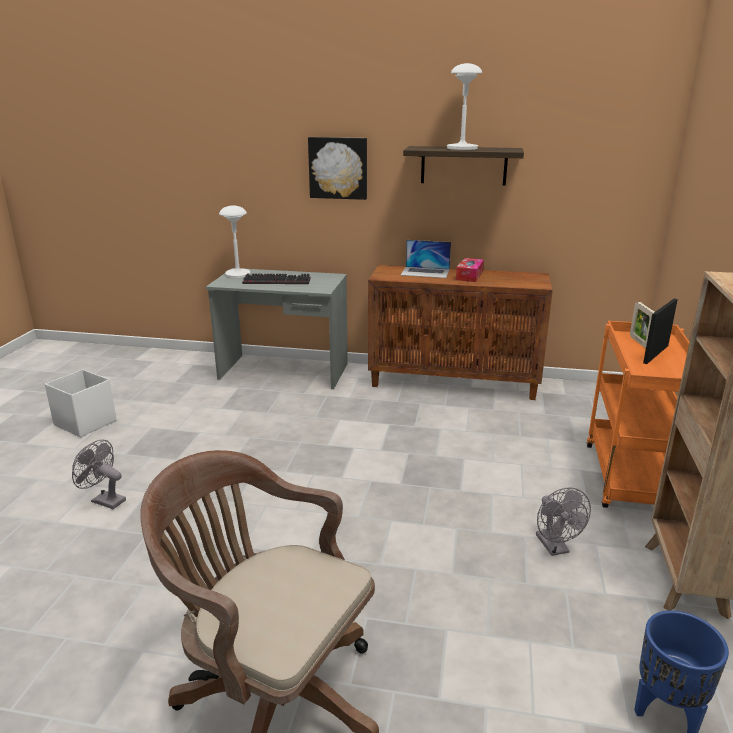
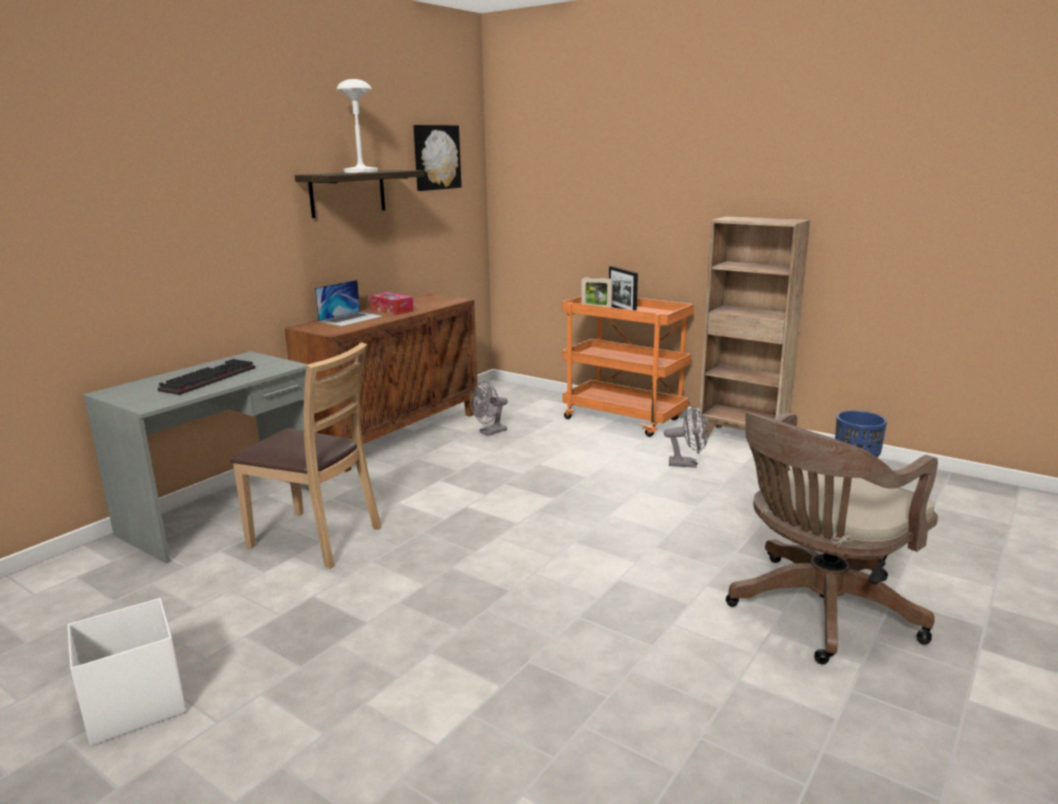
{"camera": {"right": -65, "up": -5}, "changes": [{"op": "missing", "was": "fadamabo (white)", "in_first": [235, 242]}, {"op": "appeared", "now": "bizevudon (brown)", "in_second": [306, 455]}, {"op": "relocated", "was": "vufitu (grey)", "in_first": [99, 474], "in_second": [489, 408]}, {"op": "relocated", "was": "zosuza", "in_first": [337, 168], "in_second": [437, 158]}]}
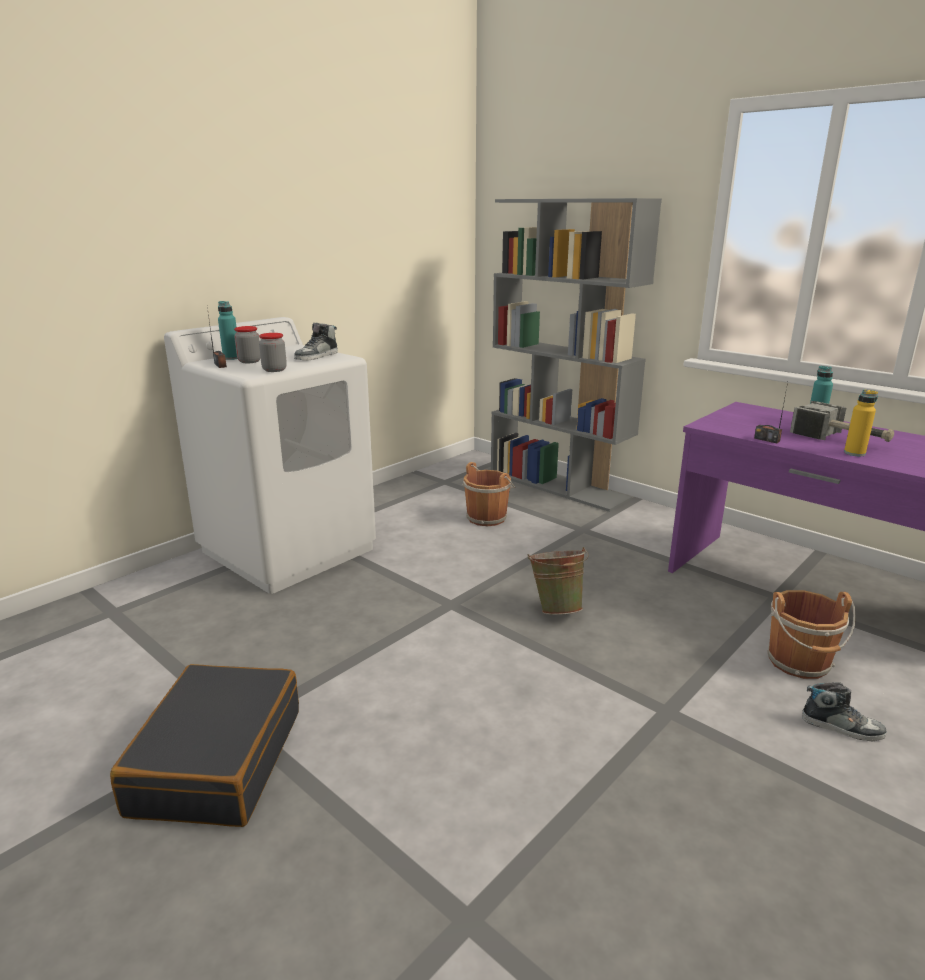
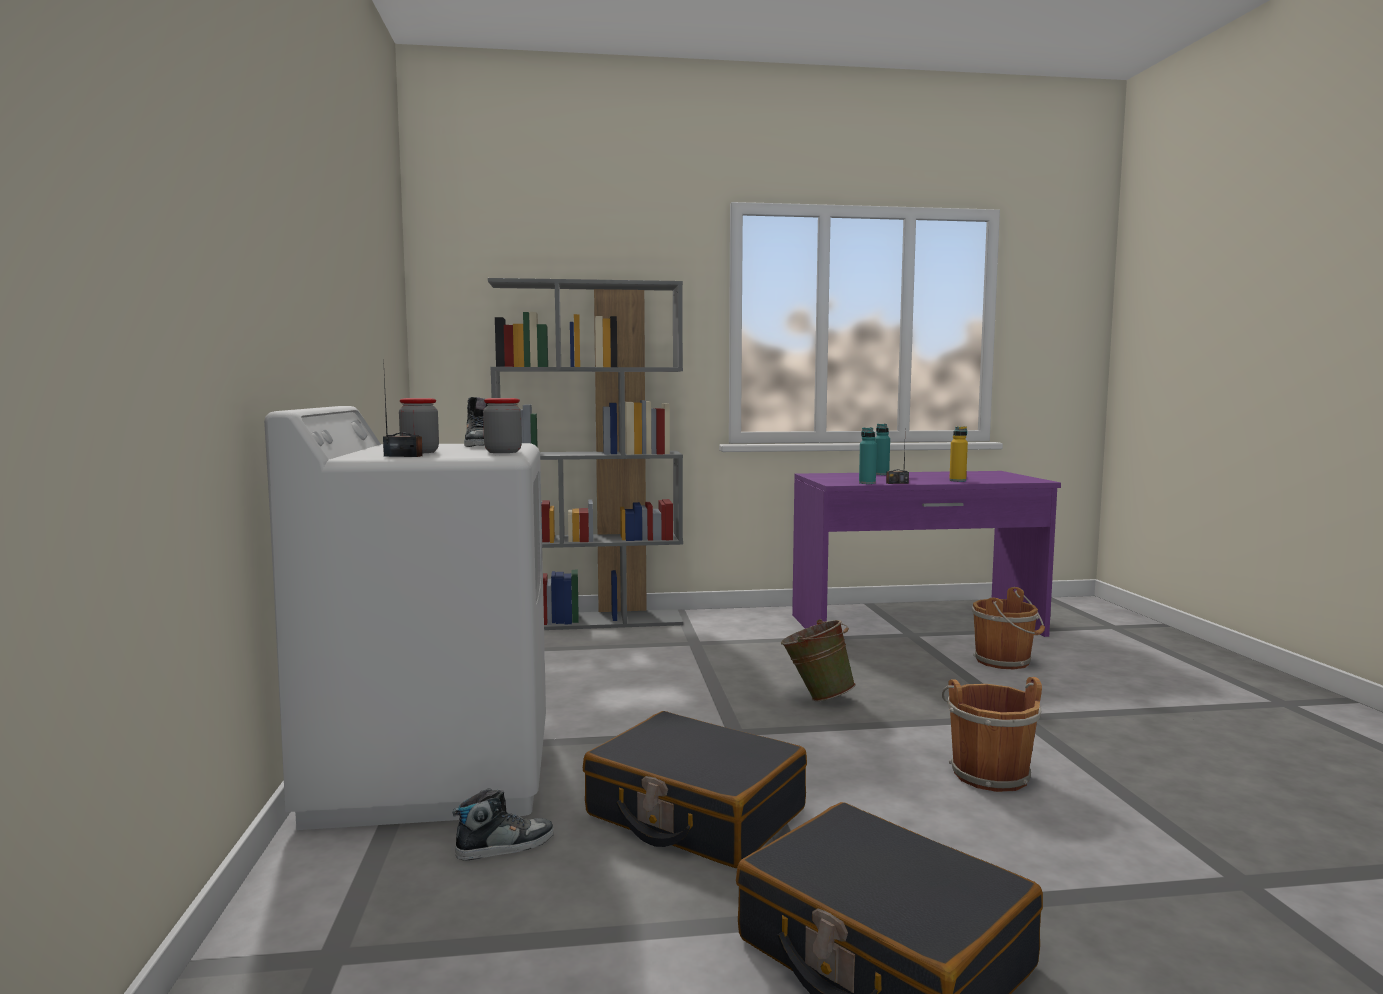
{"camera": {"right": -50, "up": -15}, "changes": [{"op": "missing", "was": "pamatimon", "in_first": [842, 421]}, {"op": "appeared", "now": "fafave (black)", "in_second": [695, 789]}, {"op": "relocated", "was": "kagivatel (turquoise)", "in_first": [228, 330], "in_second": [868, 455]}, {"op": "relocated", "was": "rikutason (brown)", "in_first": [489, 494], "in_second": [992, 734]}, {"op": "relocated", "was": "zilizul", "in_first": [844, 712], "in_second": [503, 824]}]}
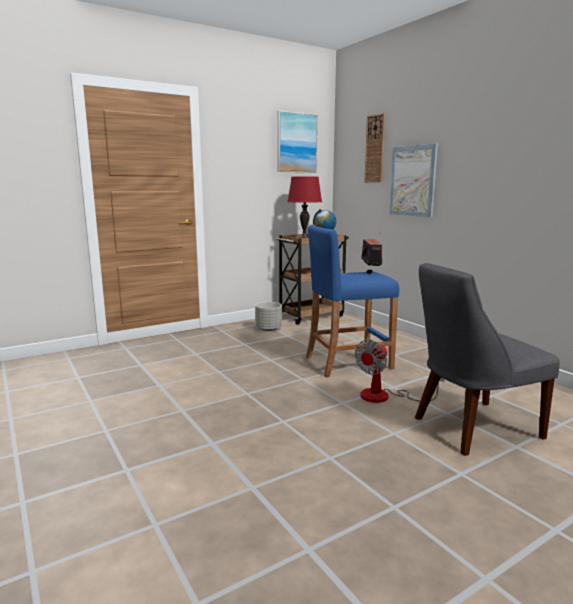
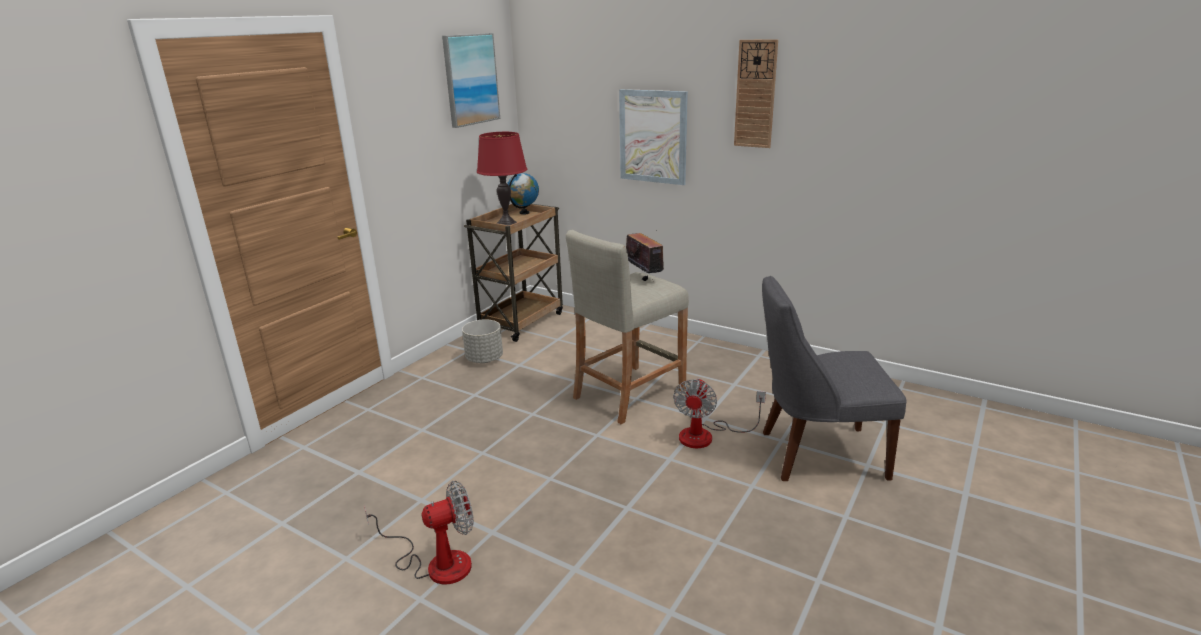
{"camera": {"right": -25, "up": 10}, "changes": [{"op": "appeared", "now": "vufitu", "in_second": [419, 533]}, {"op": "relocated", "was": "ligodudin", "in_first": [374, 148], "in_second": [756, 93]}, {"op": "colour", "was": "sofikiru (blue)", "now": "sofikiru (beige)", "in_first": [352, 301], "in_second": [627, 327]}, {"op": "spun", "was": "bizevudon (grey)", "in_first": [487, 359], "in_second": [834, 378], "clockwise": 45}]}
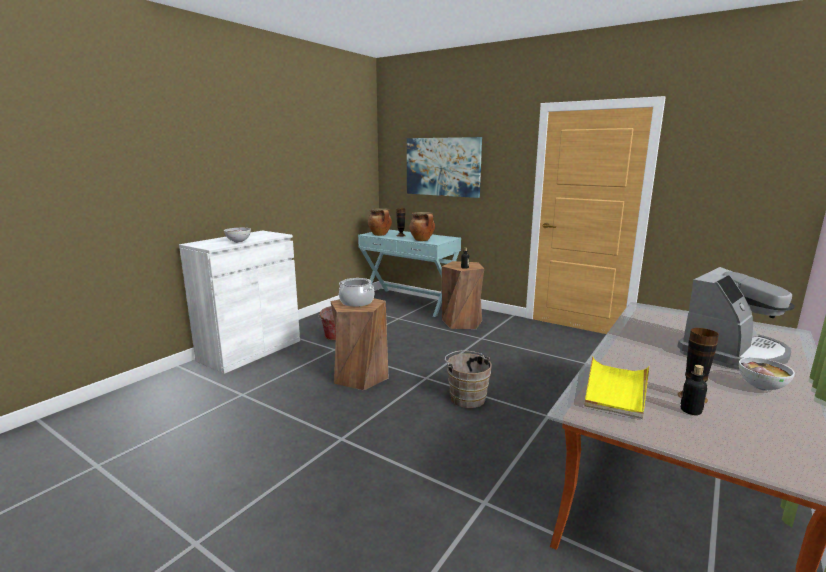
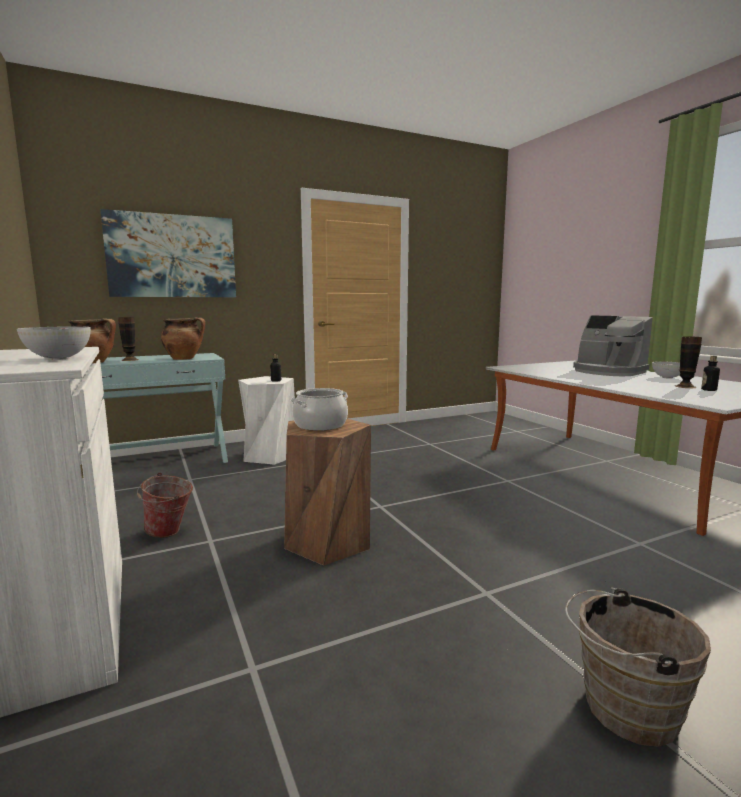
{"camera": {"right": -60, "up": -5}, "changes": [{"op": "missing", "was": "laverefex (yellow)", "in_first": [617, 387]}, {"op": "relocated", "was": "rikutason (brown)", "in_first": [468, 379], "in_second": [638, 667]}, {"op": "colour", "was": "sofikiru (brown)", "now": "sofikiru (white)", "in_first": [463, 295], "in_second": [266, 420]}, {"op": "spun", "was": "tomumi", "in_first": [736, 318], "in_second": [613, 345], "clockwise": 150}]}
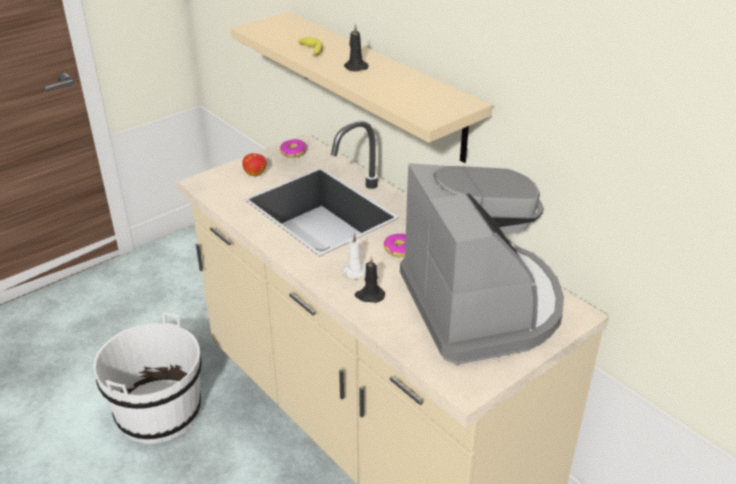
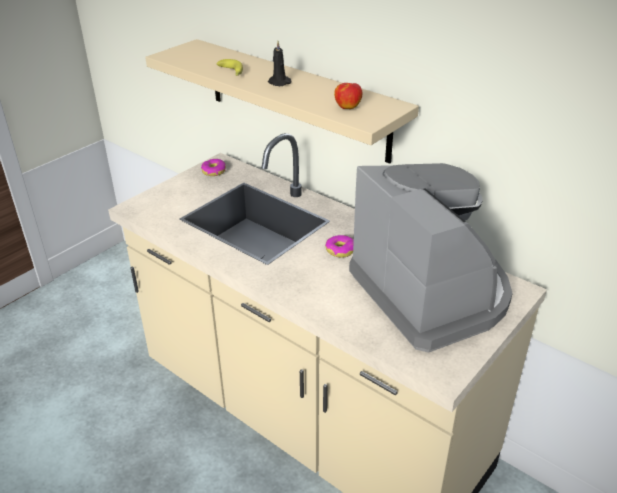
{"camera": {"right": -10, "up": 0}, "changes": [{"op": "missing", "was": "rikutason (white)", "in_first": [147, 378]}, {"op": "missing", "was": "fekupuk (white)", "in_first": [354, 255]}, {"op": "missing", "was": "fekupuk (black)", "in_first": [370, 280]}, {"op": "relocated", "was": "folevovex", "in_first": [254, 164], "in_second": [348, 96]}]}
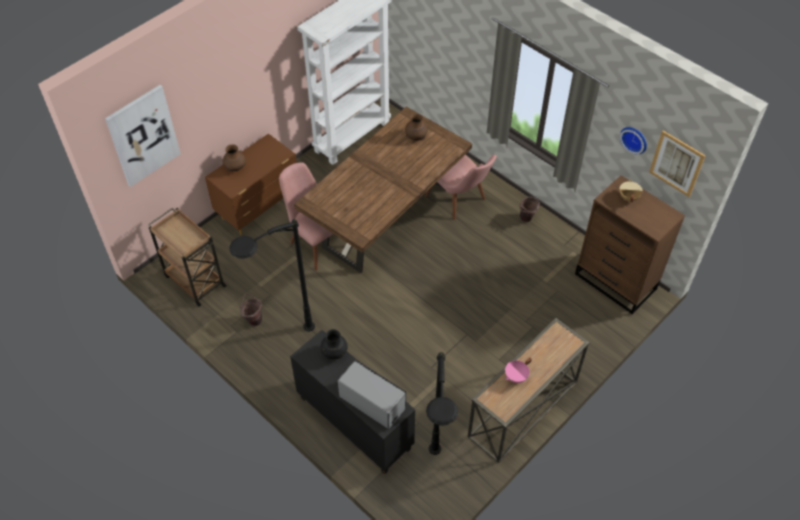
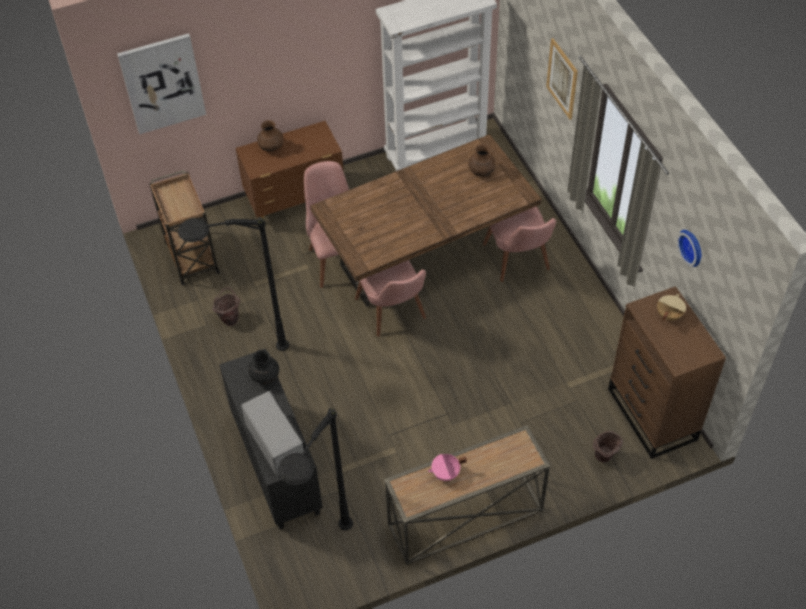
{"camera": {"right": 25, "up": 0}, "changes": [{"op": "appeared", "now": "bizevudon (pink)", "in_second": [390, 298]}, {"op": "relocated", "was": "rikutason (brown)", "in_first": [530, 209], "in_second": [608, 447]}, {"op": "relocated", "was": "zosuza", "in_first": [677, 163], "in_second": [562, 79]}]}
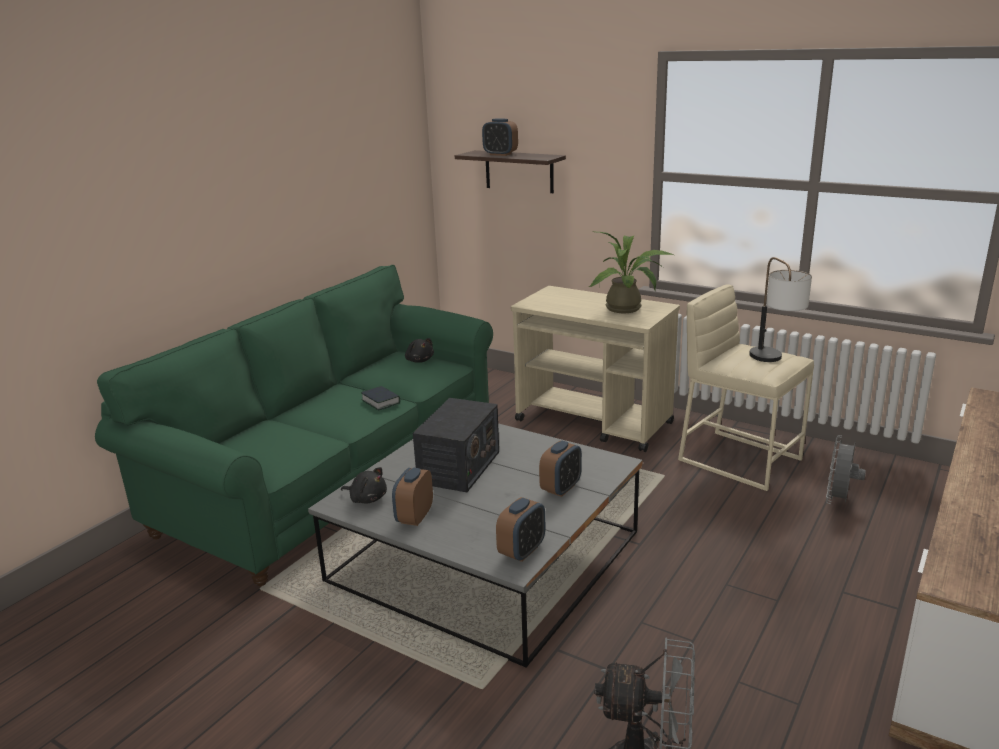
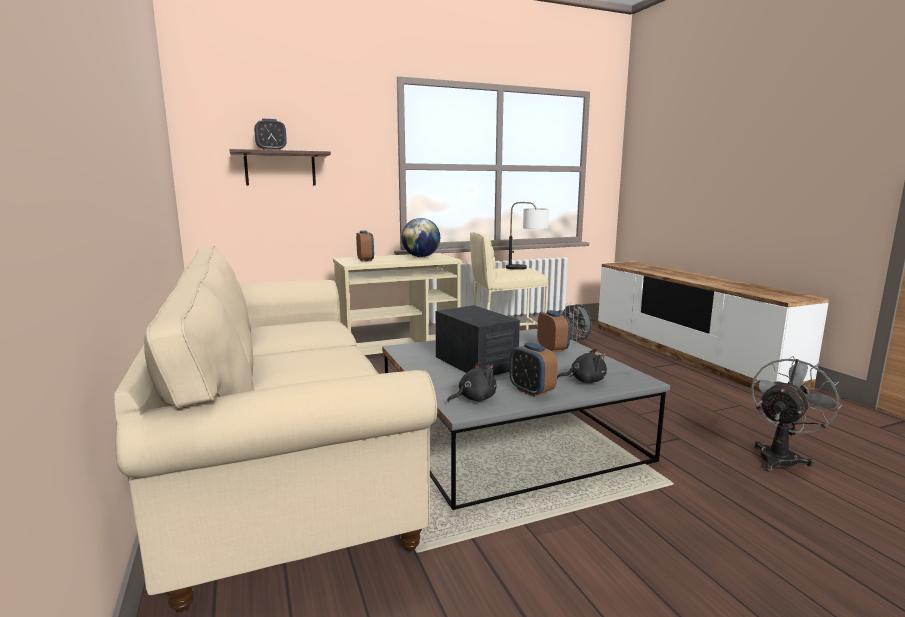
{"camera": {"right": -55, "up": -10}, "changes": [{"op": "missing", "was": "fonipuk", "in_first": [380, 398]}, {"op": "relocated", "was": "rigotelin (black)", "in_first": [419, 350], "in_second": [582, 366]}, {"op": "relocated", "was": "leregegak", "in_first": [520, 529], "in_second": [365, 246]}, {"op": "exchanged", "was": "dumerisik", "now": "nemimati", "in_first": [631, 272], "in_second": [420, 237]}, {"op": "colour", "was": "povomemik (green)", "now": "povomemik (beige)", "in_first": [294, 425], "in_second": [275, 428]}]}
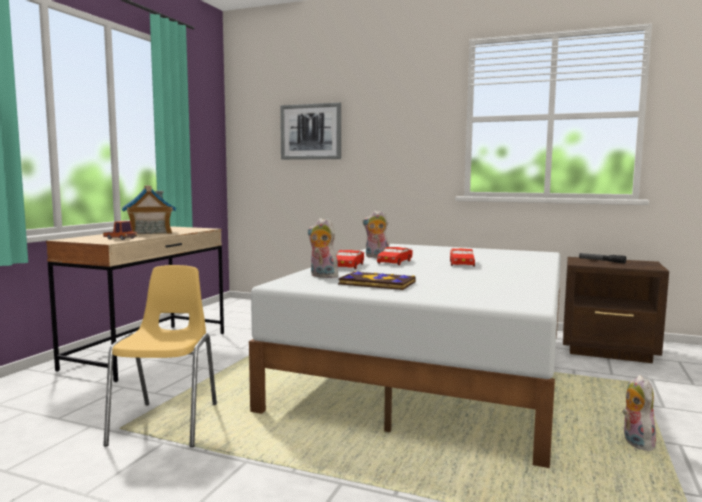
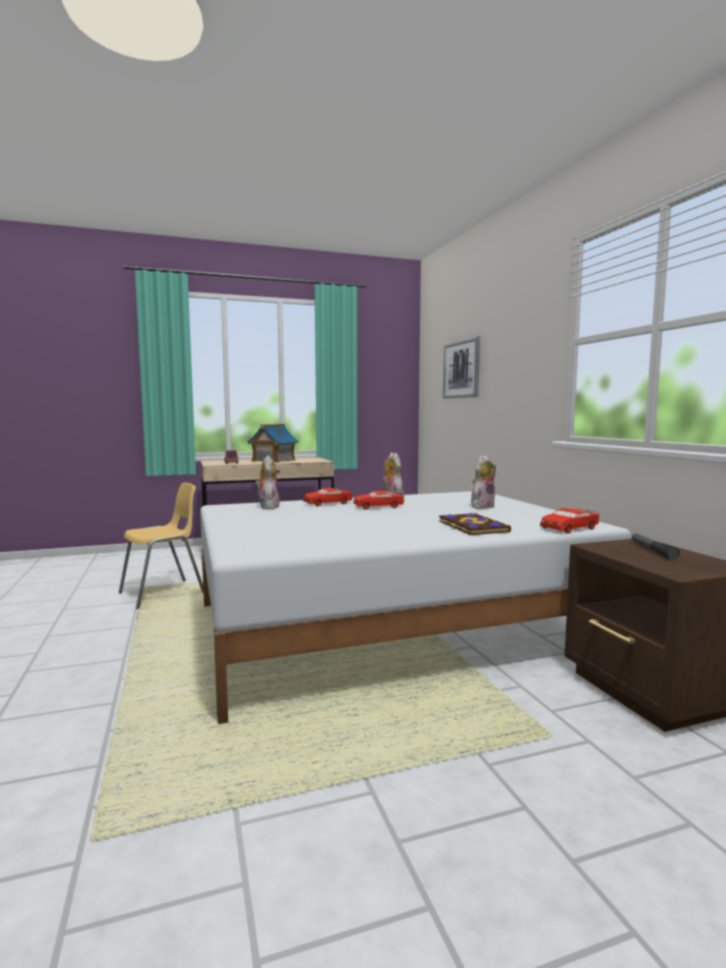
{"camera": {"right": 50, "up": 0}, "changes": [{"op": "relocated", "was": "fonipuk", "in_first": [377, 280], "in_second": [475, 524]}, {"op": "relocated", "was": "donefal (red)", "in_first": [462, 257], "in_second": [569, 521]}, {"op": "relocated", "was": "rigotelin", "in_first": [639, 413], "in_second": [483, 482]}]}
